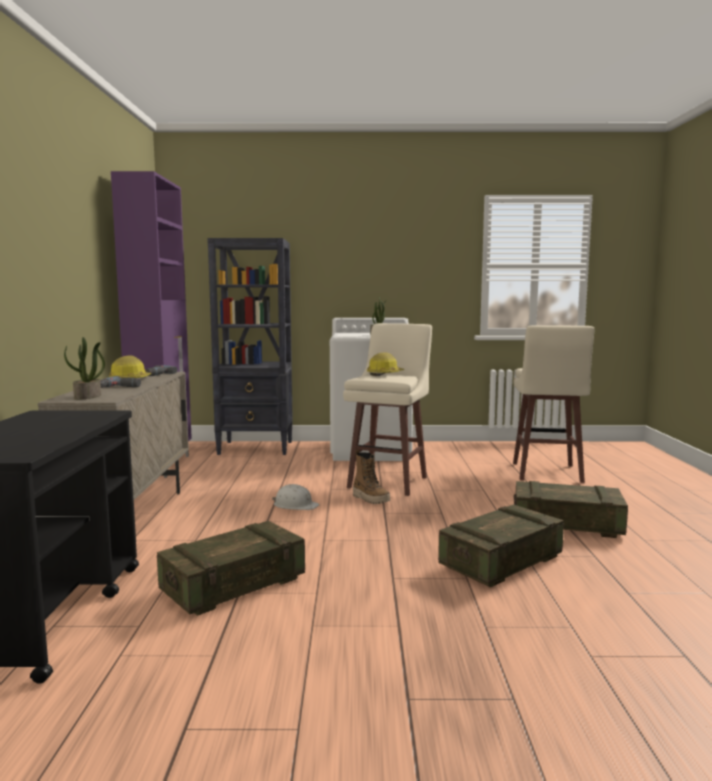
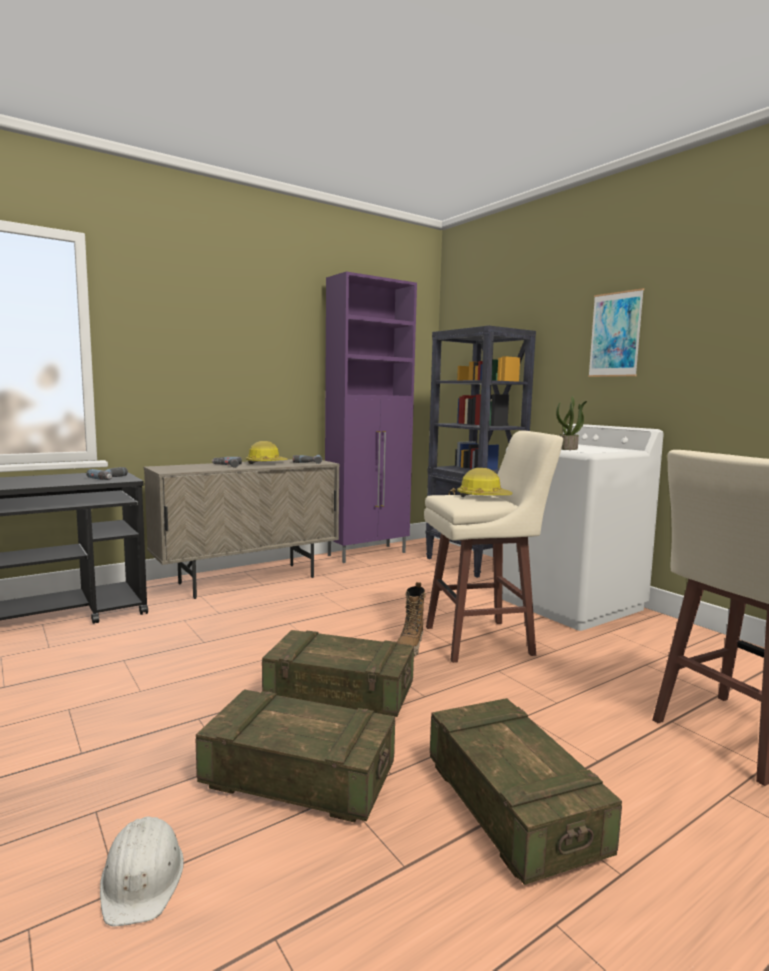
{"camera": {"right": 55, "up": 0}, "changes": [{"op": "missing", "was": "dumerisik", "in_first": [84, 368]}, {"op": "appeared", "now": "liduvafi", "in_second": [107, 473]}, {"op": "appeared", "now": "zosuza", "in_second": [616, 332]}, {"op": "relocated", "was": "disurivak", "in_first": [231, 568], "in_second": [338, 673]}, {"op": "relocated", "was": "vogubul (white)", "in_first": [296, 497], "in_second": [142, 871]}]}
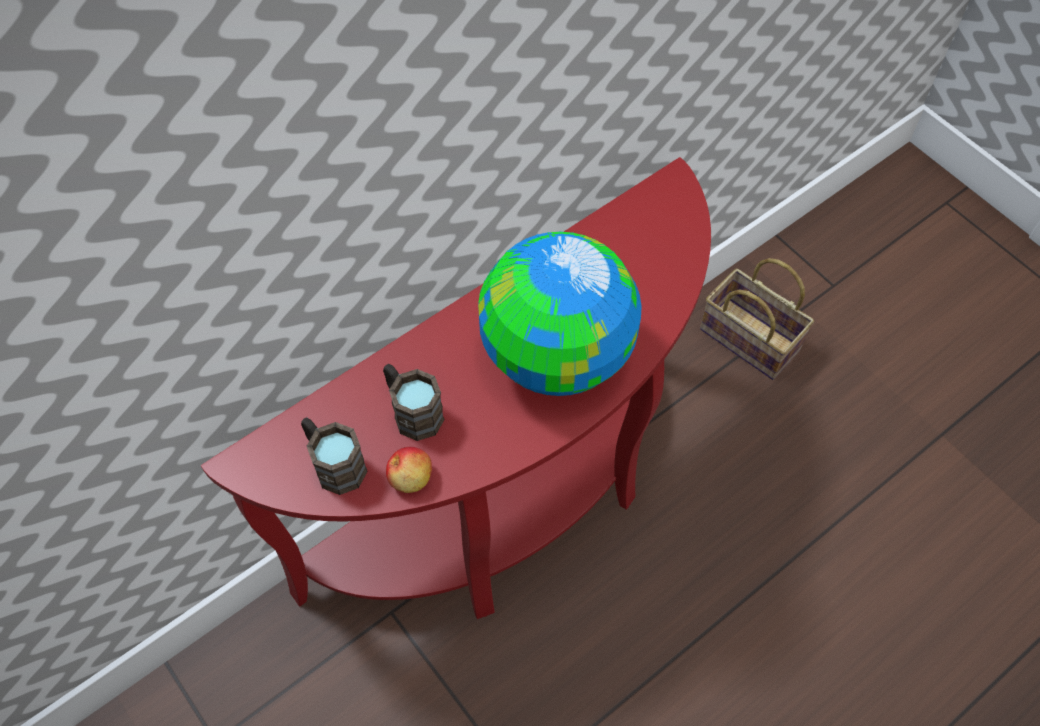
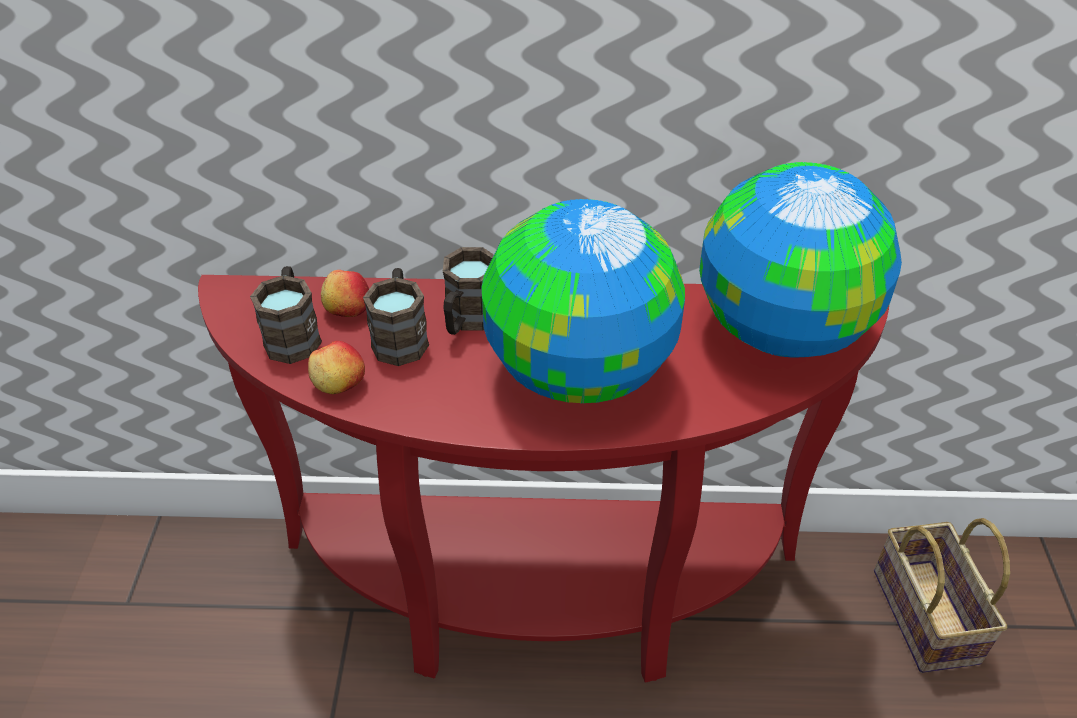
{"camera": {"right": 40, "up": -15}, "changes": [{"op": "appeared", "now": "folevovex", "in_second": [345, 293]}, {"op": "appeared", "now": "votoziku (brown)", "in_second": [468, 291]}, {"op": "appeared", "now": "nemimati", "in_second": [800, 260]}]}
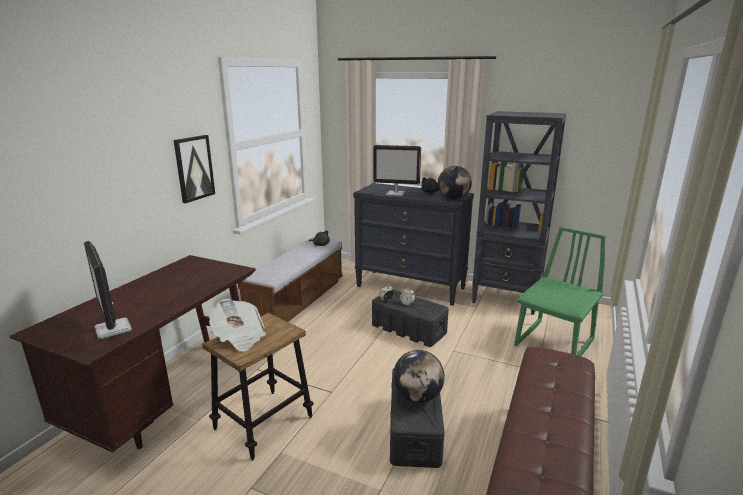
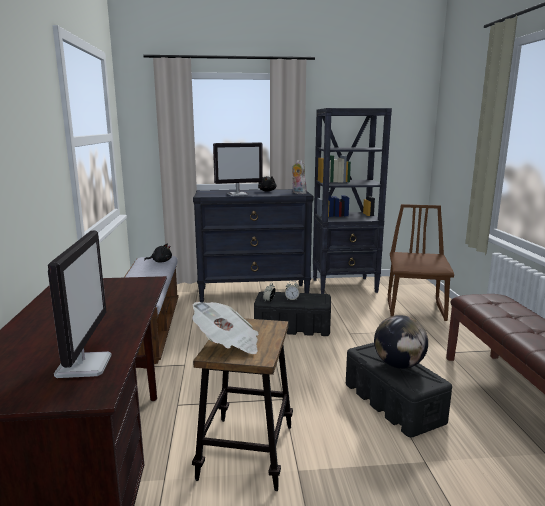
{"camera": {"right": -30, "up": -5}, "changes": [{"op": "missing", "was": "zosuza", "in_first": [194, 169]}, {"op": "exchanged", "was": "nemimati", "now": "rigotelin", "in_first": [455, 183], "in_second": [299, 177]}, {"op": "colour", "was": "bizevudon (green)", "now": "bizevudon (brown)", "in_first": [560, 291], "in_second": [421, 262]}, {"op": "spun", "was": "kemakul", "in_first": [108, 290], "in_second": [80, 304], "clockwise": -120}]}
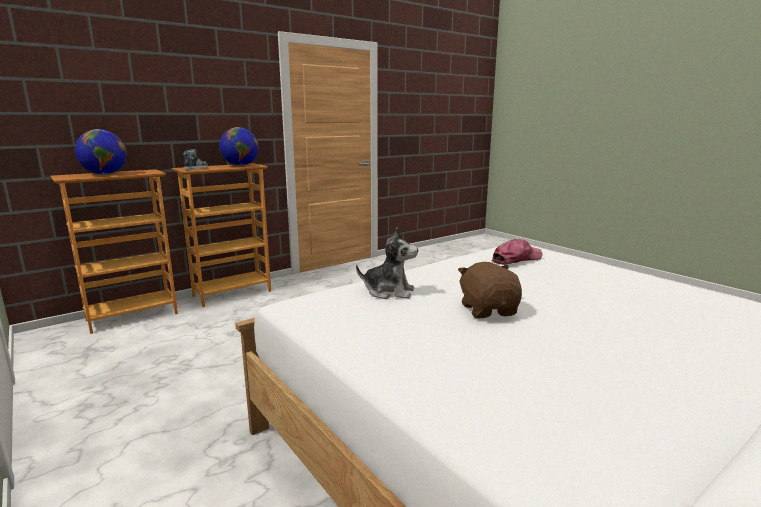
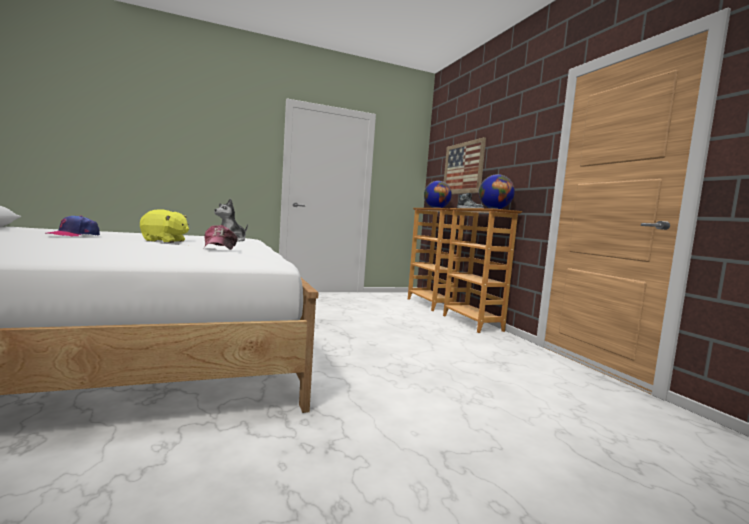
{"camera": {"right": 105, "up": -10}, "changes": [{"op": "appeared", "now": "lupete", "in_second": [73, 226]}, {"op": "appeared", "now": "zosuza", "in_second": [465, 165]}, {"op": "colour", "was": "rigotelin (brown)", "now": "rigotelin (yellow)", "in_first": [490, 290], "in_second": [164, 226]}]}
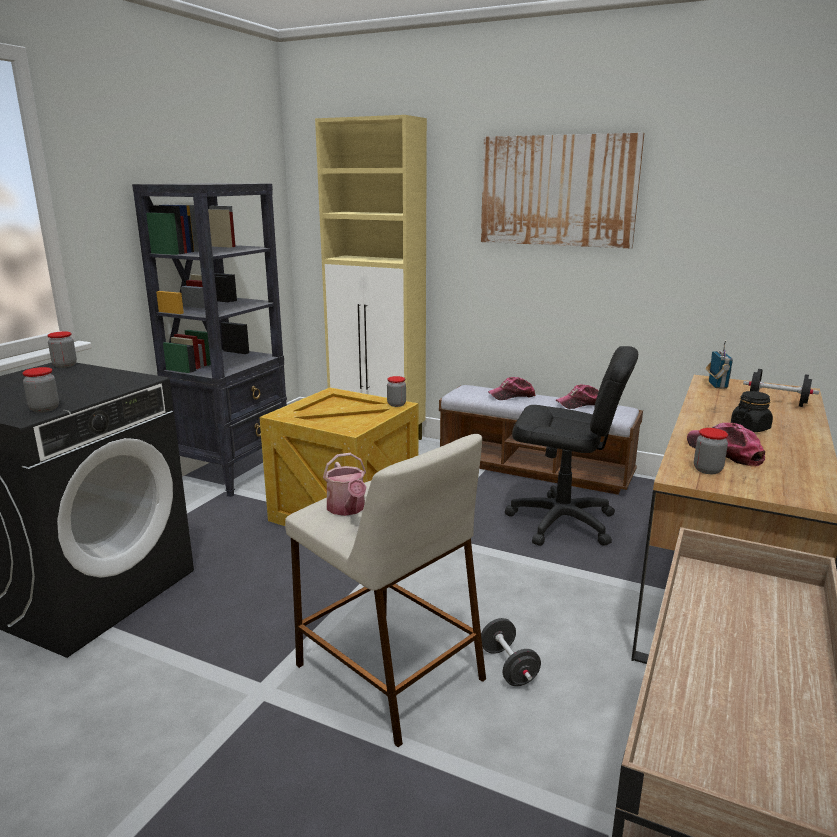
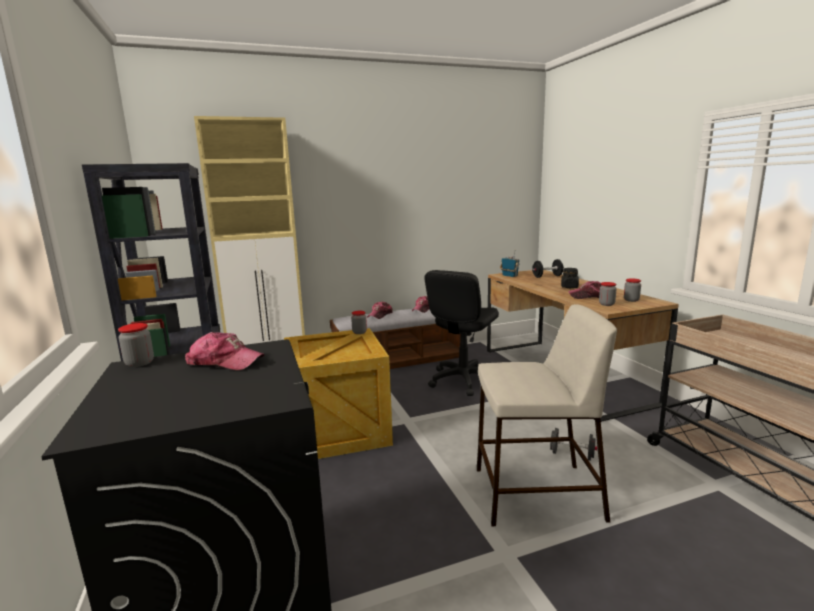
{"camera": {"right": -45, "up": -5}, "changes": [{"op": "missing", "was": "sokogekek", "in_first": [344, 484]}, {"op": "missing", "was": "zosuza", "in_first": [562, 190]}, {"op": "appeared", "now": "lupete", "in_second": [224, 351]}, {"op": "relocated", "was": "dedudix", "in_first": [40, 389], "in_second": [632, 290]}, {"op": "spun", "was": "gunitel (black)", "in_first": [571, 446], "in_second": [461, 333], "clockwise": 150}]}
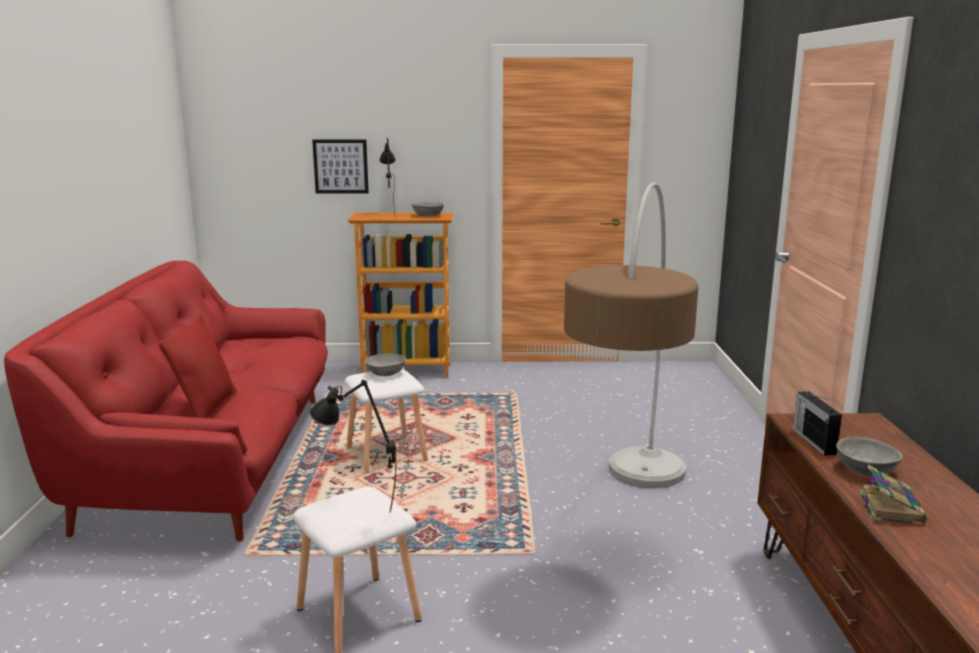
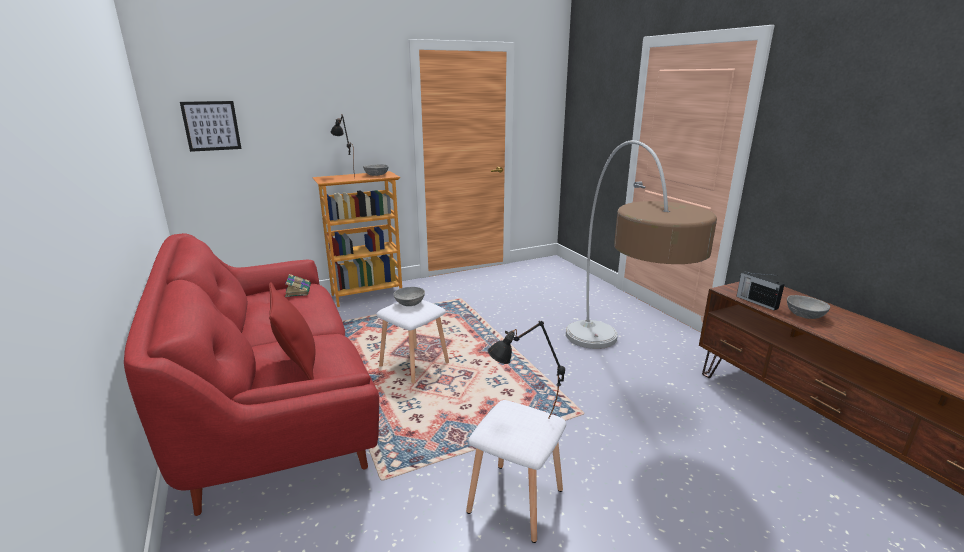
{"camera": {"right": -25, "up": 5}, "changes": [{"op": "relocated", "was": "zosuza", "in_first": [340, 167], "in_second": [210, 126]}, {"op": "relocated", "was": "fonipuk", "in_first": [893, 495], "in_second": [298, 285]}]}
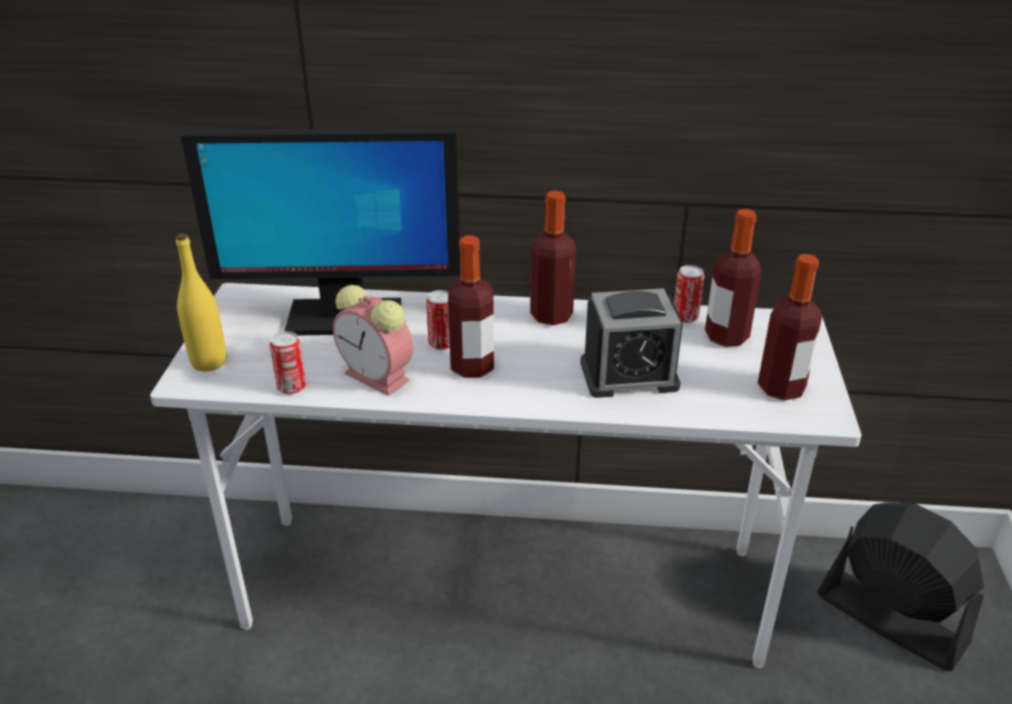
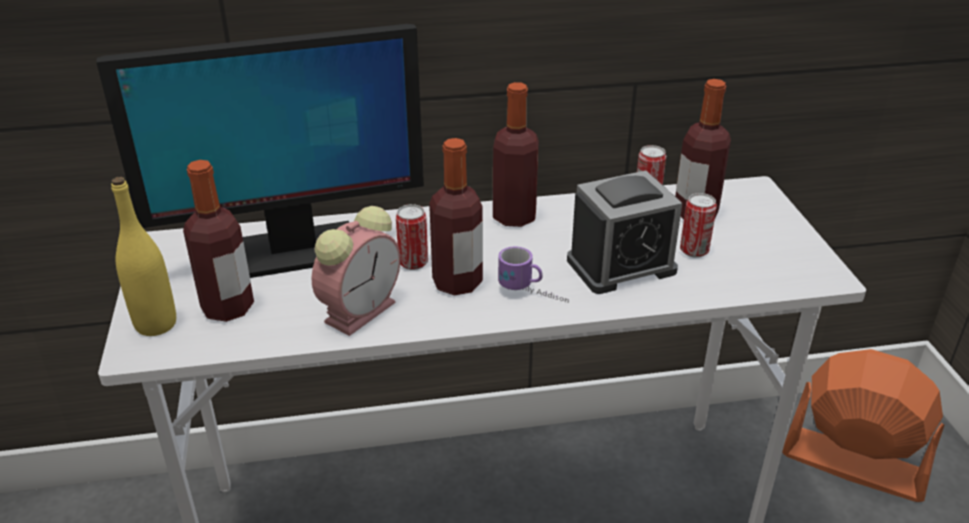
{"camera": {"right": -15, "up": 0}, "changes": [{"op": "appeared", "now": "votoziku", "in_second": [533, 274]}, {"op": "relocated", "was": "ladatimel", "in_first": [288, 363], "in_second": [698, 225]}, {"op": "relocated", "was": "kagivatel", "in_first": [790, 327], "in_second": [218, 241]}, {"op": "colour", "was": "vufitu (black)", "now": "vufitu (orange)", "in_first": [900, 586], "in_second": [863, 425]}, {"op": "spun", "was": "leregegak", "in_first": [373, 340], "in_second": [356, 271], "clockwise": -75}]}
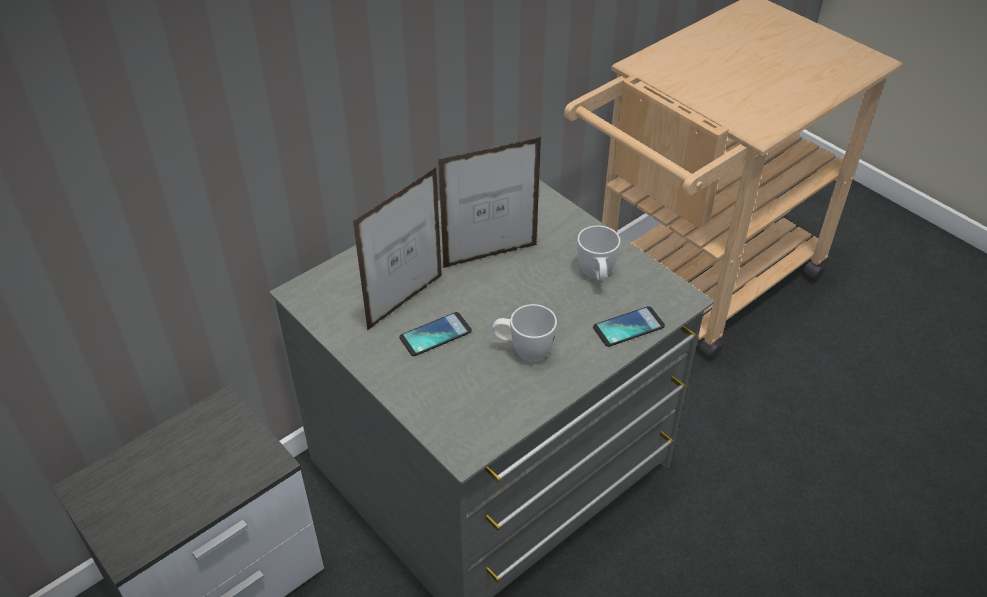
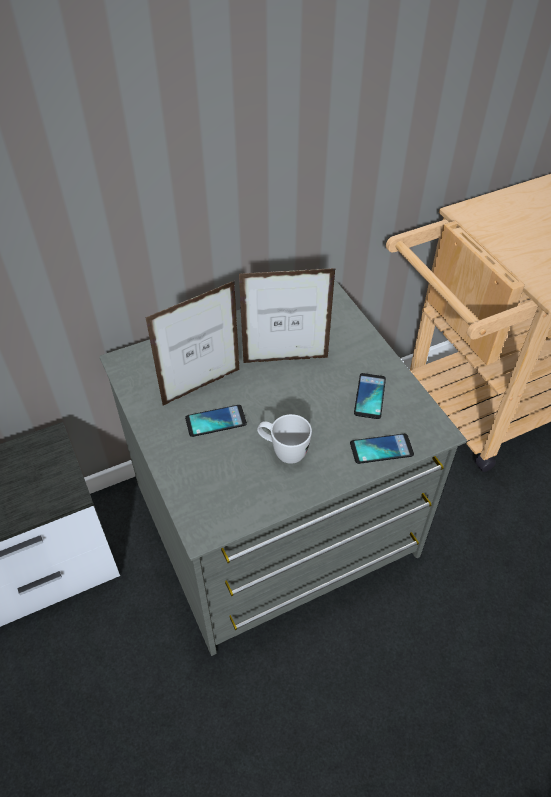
{"camera": {"right": 15, "up": 5}, "changes": [{"op": "exchanged", "was": "votoziku (white)", "now": "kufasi", "in_first": [598, 253], "in_second": [370, 396]}]}
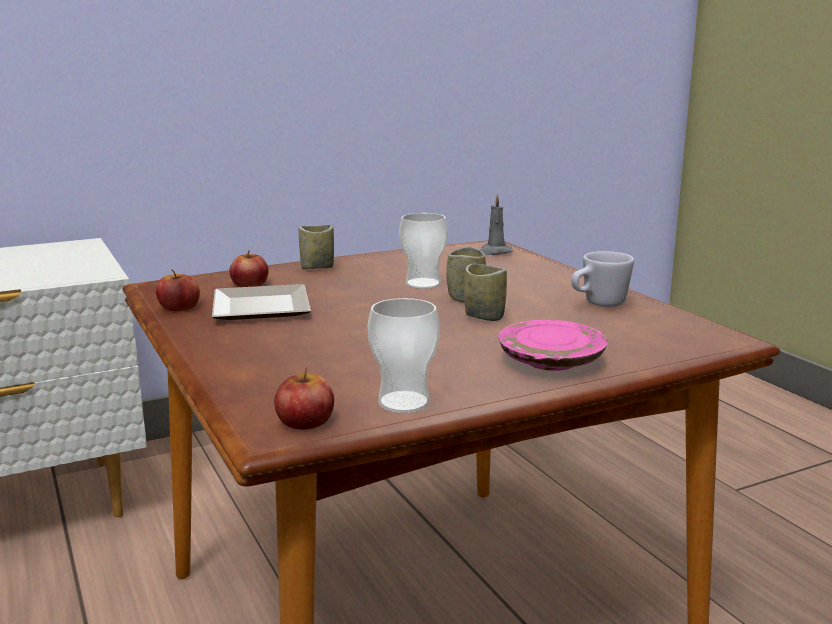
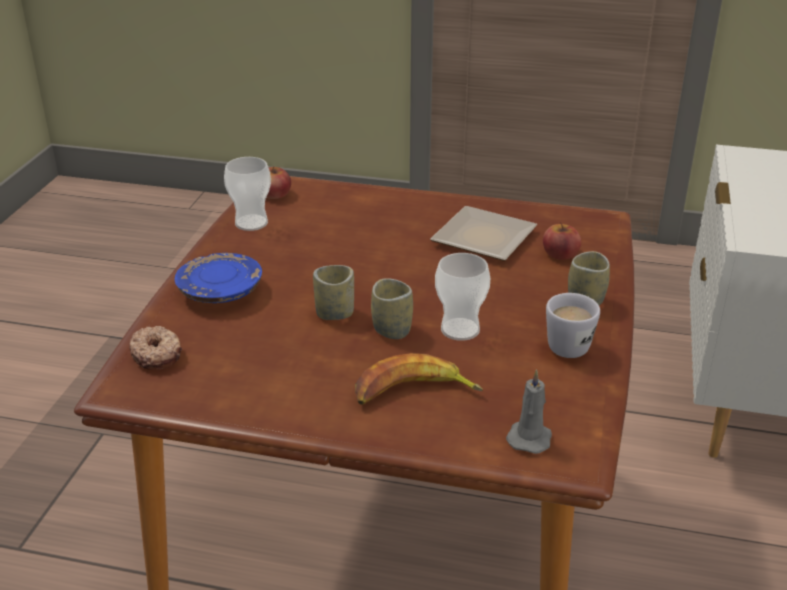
{"camera": {"right": 130, "up": 15}, "changes": [{"op": "missing", "was": "folevovex", "in_first": [178, 290]}, {"op": "appeared", "now": "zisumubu", "in_second": [155, 348]}, {"op": "appeared", "now": "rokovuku", "in_second": [419, 379]}, {"op": "relocated", "was": "votoziku (white)", "in_first": [602, 279], "in_second": [573, 325]}, {"op": "colour", "was": "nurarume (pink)", "now": "nurarume (blue)", "in_first": [552, 345], "in_second": [218, 278]}]}
